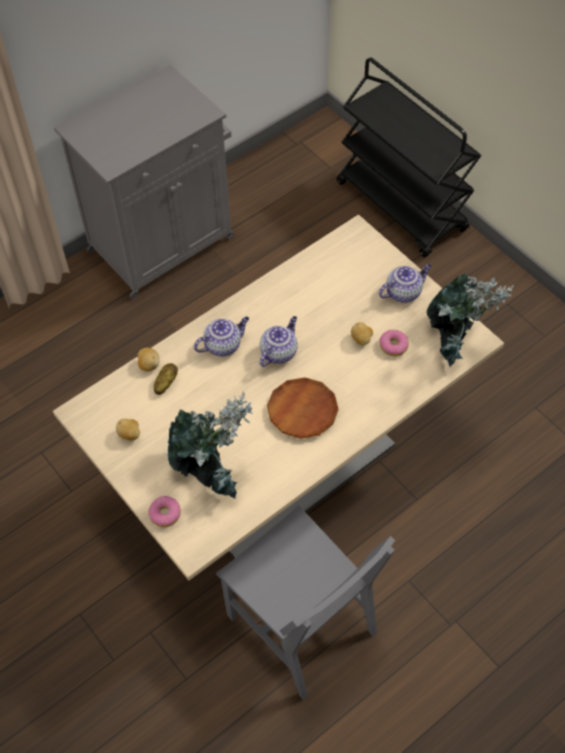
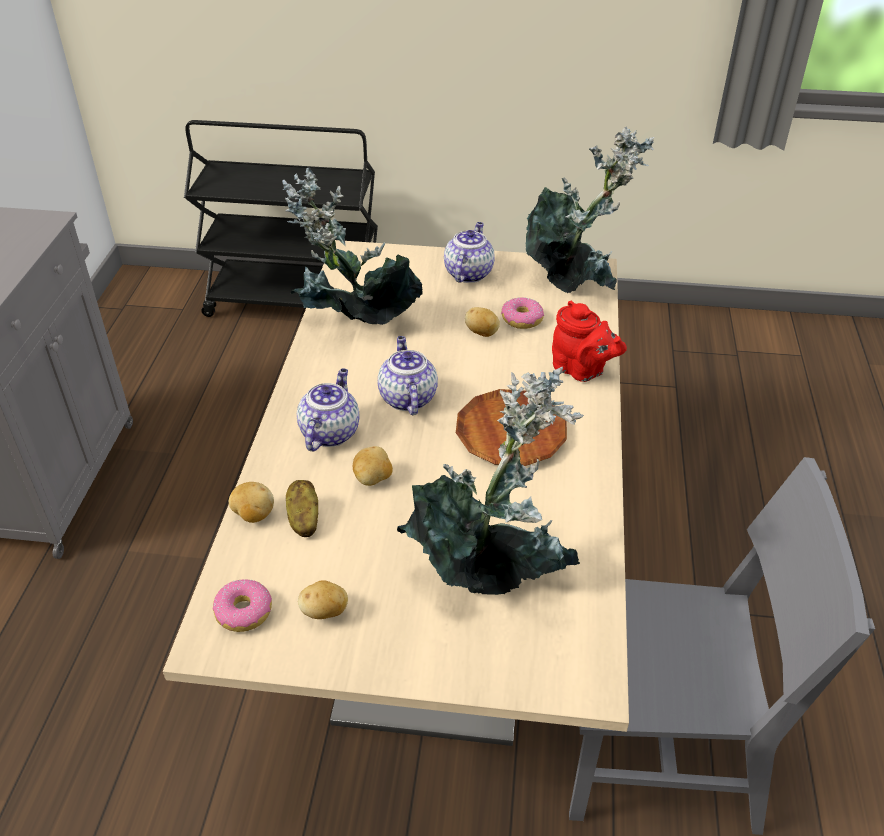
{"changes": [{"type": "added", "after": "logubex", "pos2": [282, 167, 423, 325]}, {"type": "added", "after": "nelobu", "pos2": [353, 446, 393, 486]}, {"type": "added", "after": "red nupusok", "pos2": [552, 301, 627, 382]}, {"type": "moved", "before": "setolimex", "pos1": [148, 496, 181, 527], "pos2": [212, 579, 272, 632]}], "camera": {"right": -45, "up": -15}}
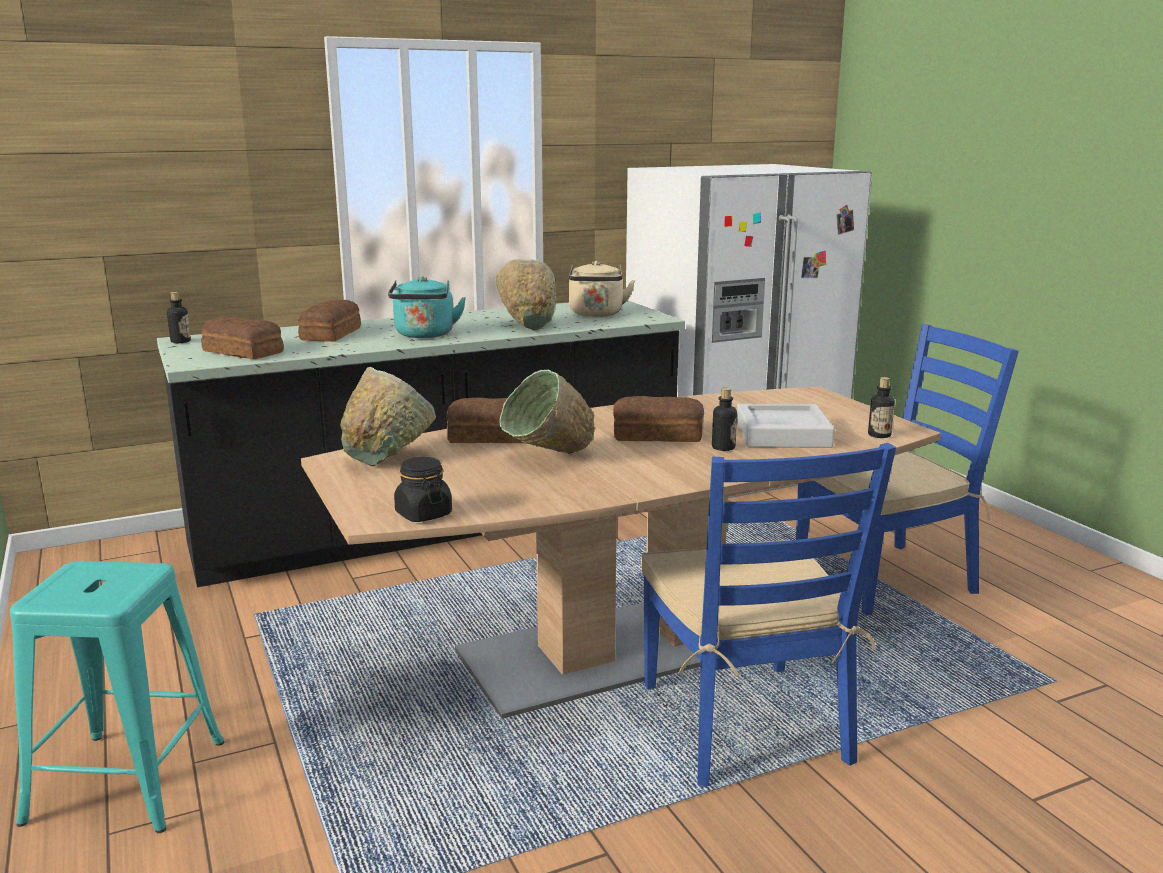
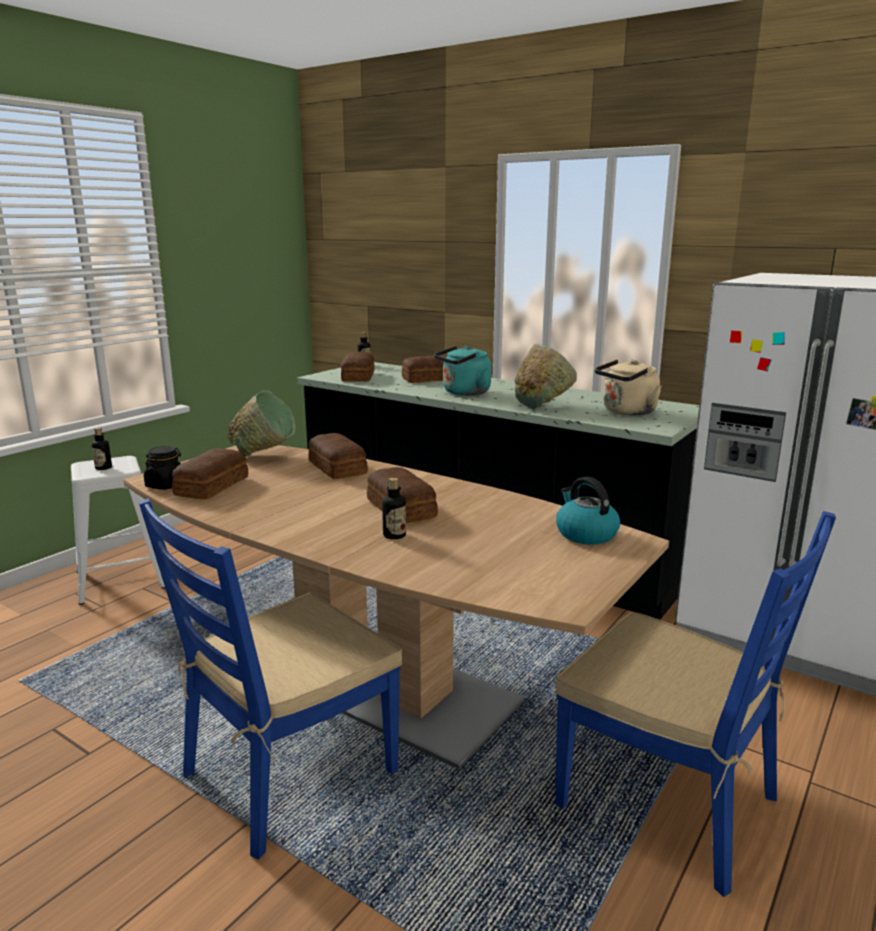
{"changes": [{"type": "removed", "before": "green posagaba", "pos1": [499, 370, 595, 454]}, {"type": "removed", "before": "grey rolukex", "pos1": [737, 404, 834, 448]}, {"type": "added", "after": "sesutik", "pos2": [172, 448, 248, 500]}, {"type": "added", "after": "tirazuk", "pos2": [556, 477, 620, 545]}, {"type": "moved", "before": "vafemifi", "pos1": [868, 377, 895, 438], "pos2": [92, 428, 112, 470]}, {"type": "recoloured", "before": "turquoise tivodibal", "after": "white tivodibal", "pos1": [10, 561, 225, 833], "pos2": [71, 456, 165, 605]}], "camera": {"right": 60, "up": 0}}
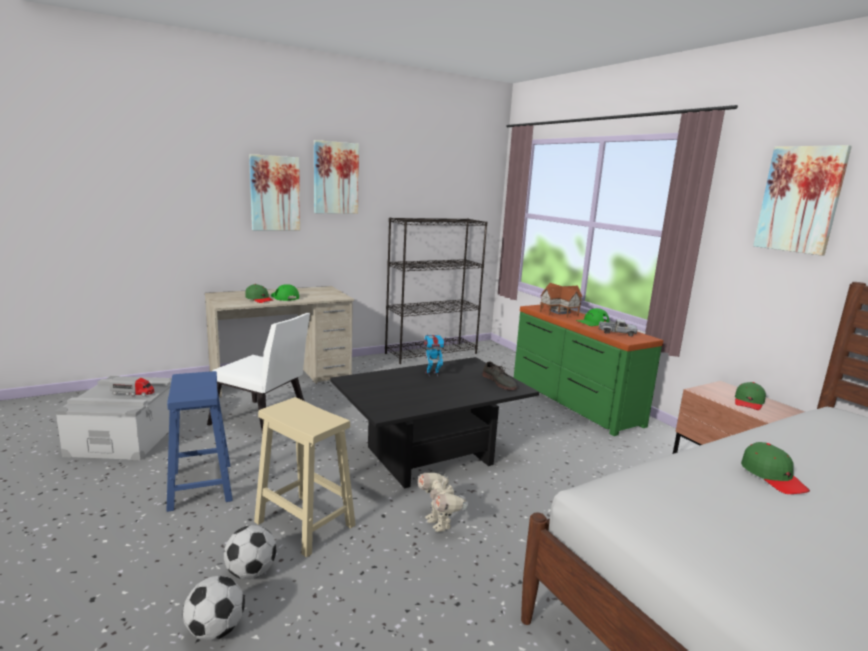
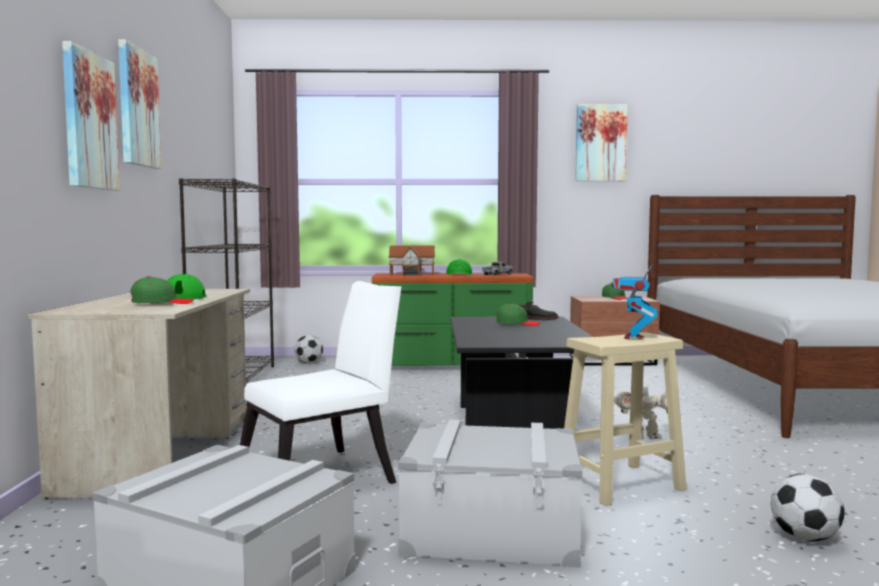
{"changes": [{"type": "removed", "before": "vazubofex", "pos1": [109, 377, 154, 397]}, {"type": "moved", "before": "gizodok", "pos1": [224, 525, 276, 579], "pos2": [294, 335, 323, 363]}, {"type": "moved", "before": "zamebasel", "pos1": [424, 333, 446, 377], "pos2": [611, 265, 658, 339]}, {"type": "moved", "before": "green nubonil", "pos1": [741, 442, 810, 494], "pos2": [496, 303, 541, 326]}, {"type": "replaced", "before": "blue tivodibal", "after": "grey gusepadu", "pos1": [166, 371, 233, 512], "pos2": [398, 420, 583, 567]}], "camera": {"right": -60, "up": -10}}
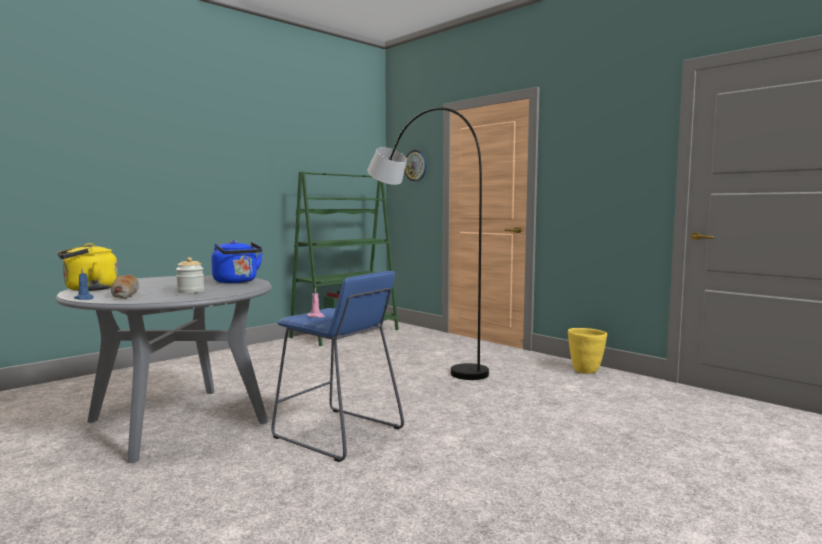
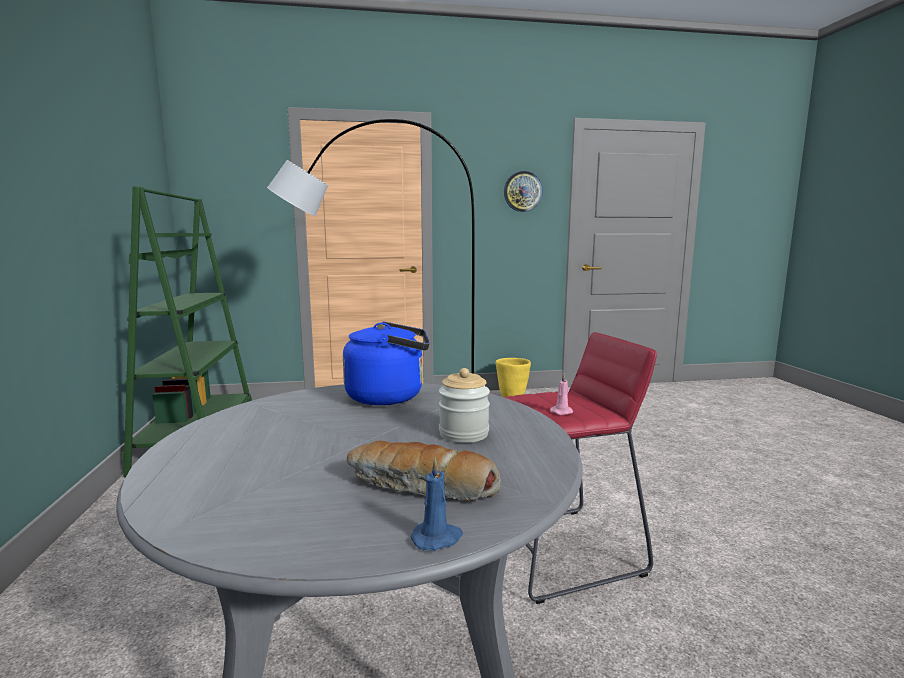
{"changes": [{"type": "removed", "before": "yellow tirazuk", "pos1": [57, 243, 118, 291]}, {"type": "moved", "before": "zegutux", "pos1": [404, 150, 427, 181], "pos2": [504, 171, 543, 212]}, {"type": "recoloured", "before": "blue tivodibal", "after": "red tivodibal", "pos1": [271, 271, 404, 462], "pos2": [504, 332, 657, 604]}], "camera": {"right": -55, "up": 5}}
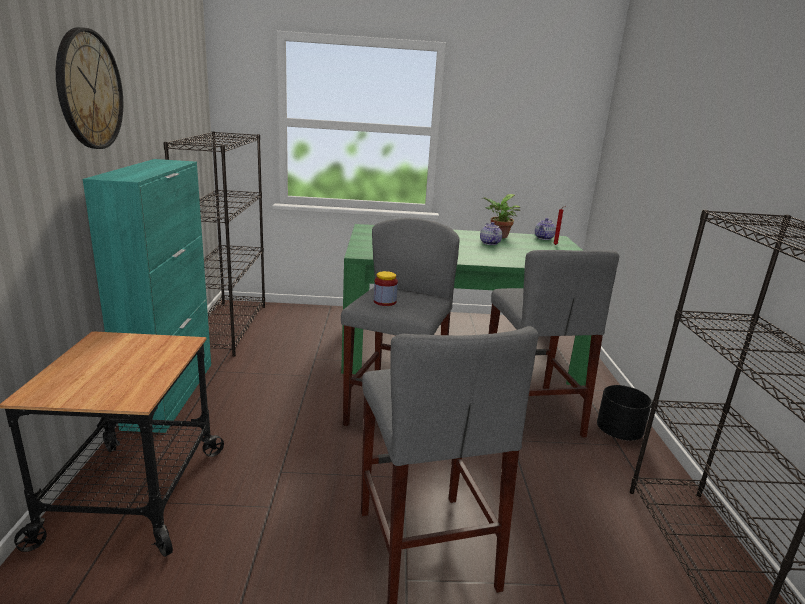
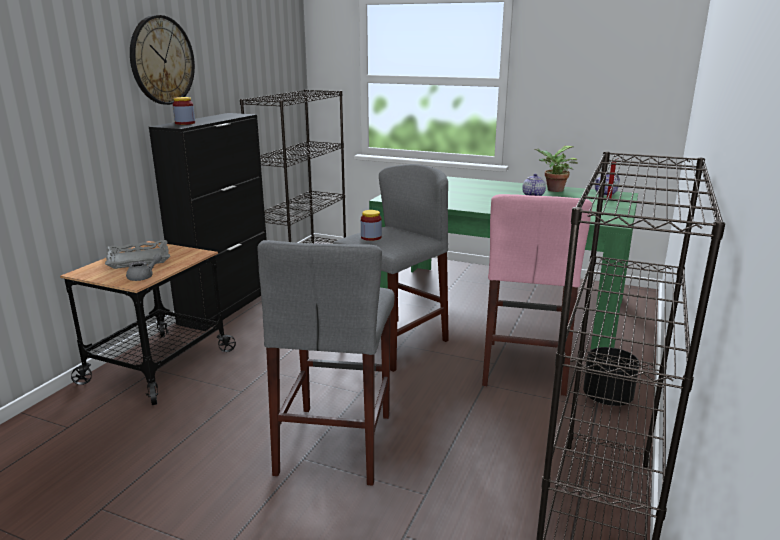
{"changes": [{"type": "added", "after": "grey rolukex", "pos2": [105, 240, 170, 269]}, {"type": "added", "after": "grey nupusok", "pos2": [126, 254, 162, 281]}, {"type": "added", "after": "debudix", "pos2": [173, 97, 195, 125]}, {"type": "recoloured", "before": "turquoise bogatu", "after": "black bogatu", "pos1": [83, 159, 211, 433], "pos2": [149, 113, 267, 331]}, {"type": "recoloured", "before": "grey tivodibal", "after": "pink tivodibal", "pos1": [489, 250, 619, 438], "pos2": [482, 194, 592, 396]}], "camera": {"right": 25, "up": 0}}
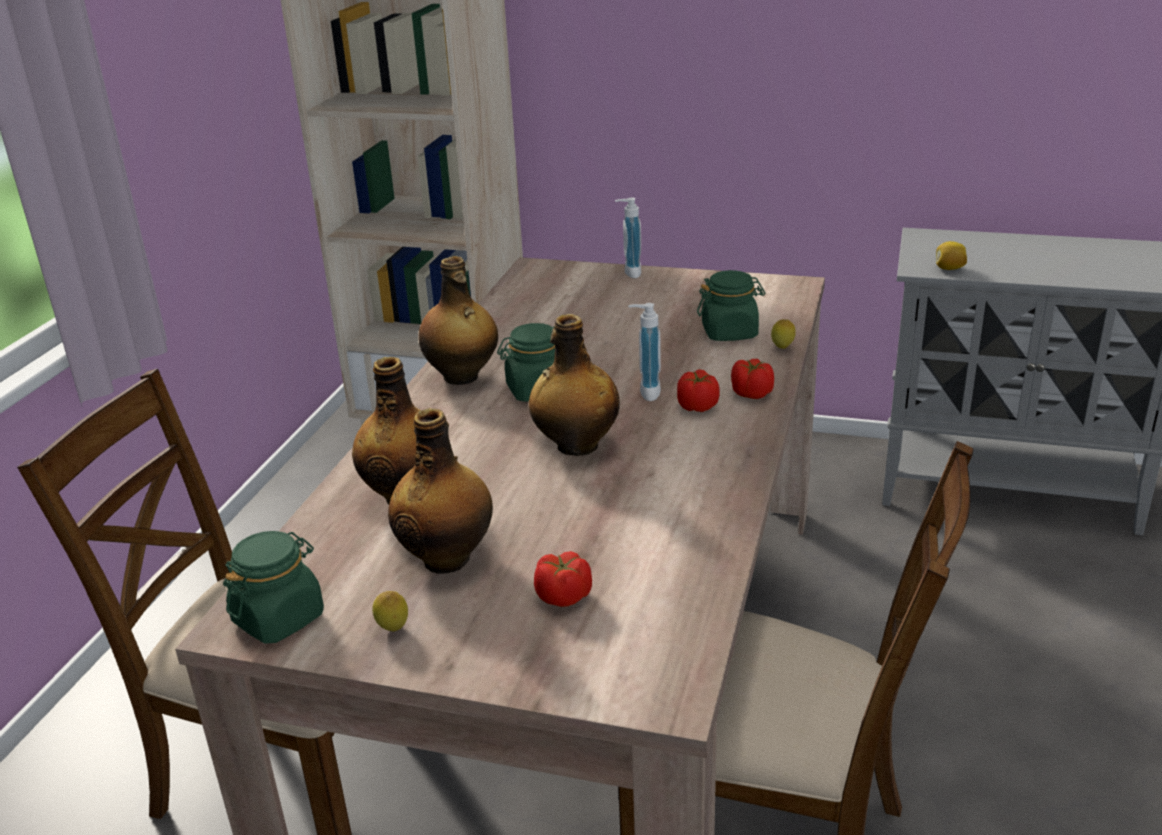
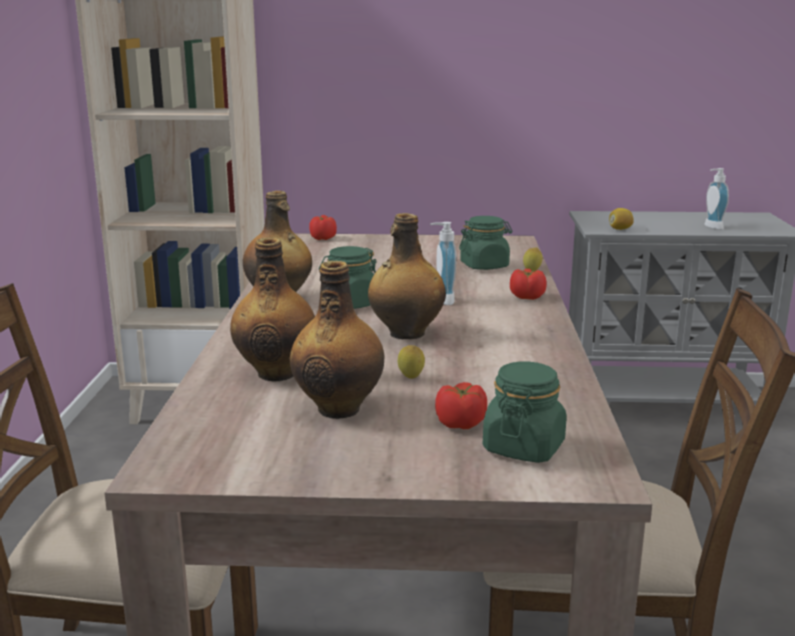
{"changes": [{"type": "moved", "before": "green debudix", "pos1": [223, 531, 324, 644], "pos2": [483, 362, 566, 463]}, {"type": "moved", "before": "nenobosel", "pos1": [372, 591, 408, 631], "pos2": [398, 345, 425, 379]}, {"type": "moved", "before": "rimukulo", "pos1": [615, 198, 641, 278], "pos2": [704, 168, 729, 230]}, {"type": "moved", "before": "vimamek", "pos1": [677, 369, 720, 412], "pos2": [309, 215, 337, 240]}], "camera": {"right": -15, "up": -10}}
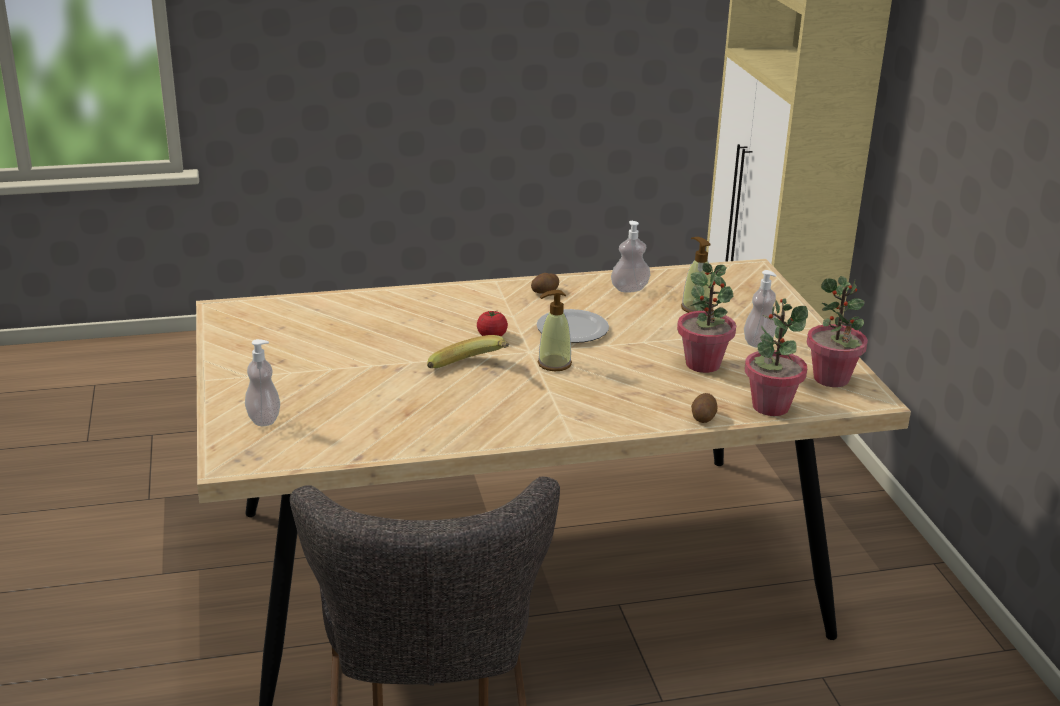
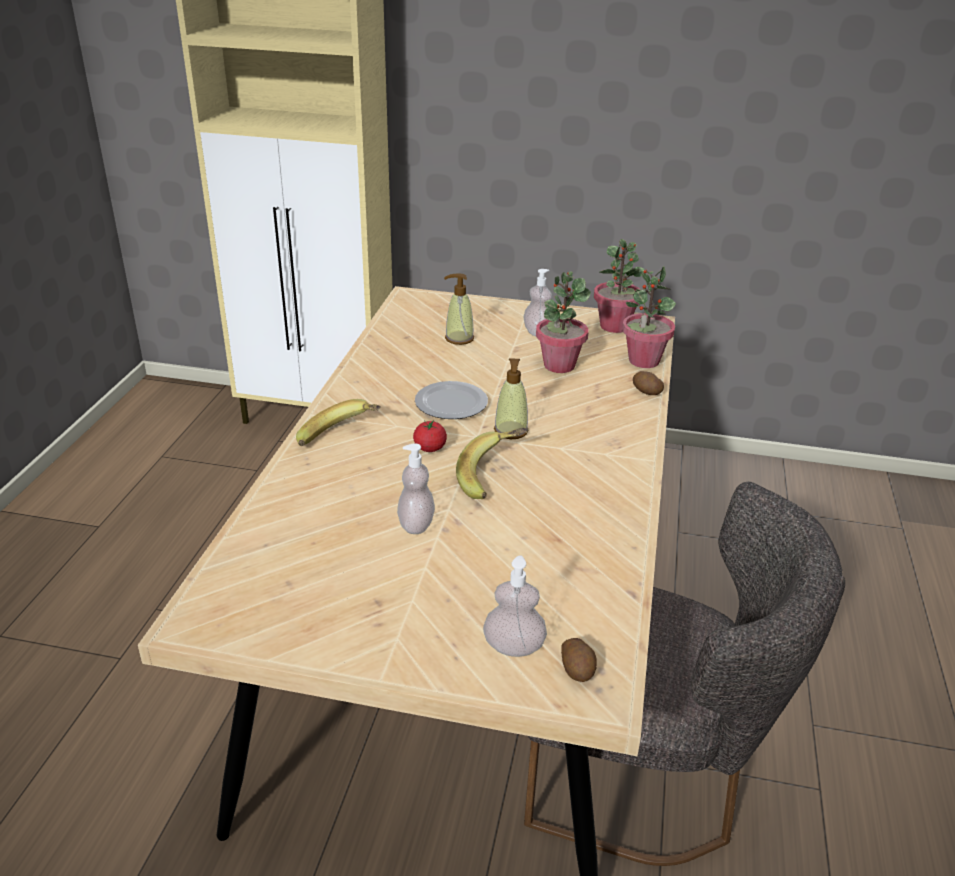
{"changes": [{"type": "added", "after": "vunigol", "pos2": [296, 399, 381, 446]}, {"type": "moved", "before": "nelobu", "pos1": [531, 273, 559, 293], "pos2": [561, 638, 597, 682]}, {"type": "moved", "before": "rimukulo", "pos1": [611, 221, 651, 292], "pos2": [397, 443, 435, 534]}], "camera": {"right": -65, "up": 5}}
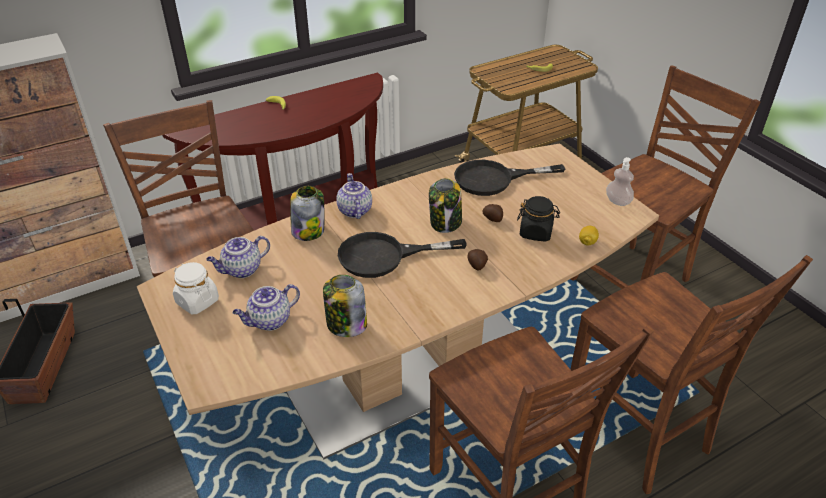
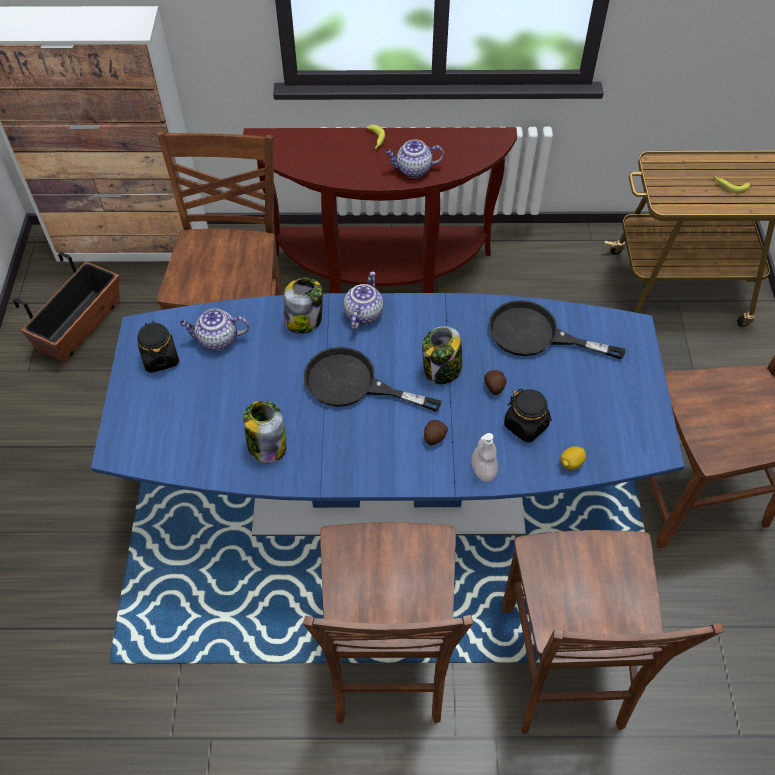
{"changes": [{"type": "moved", "before": "nupusok", "pos1": [233, 284, 300, 331], "pos2": [385, 139, 444, 178]}, {"type": "moved", "before": "rimukulo", "pos1": [606, 157, 634, 206], "pos2": [471, 433, 498, 482]}, {"type": "recoloured", "before": "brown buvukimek", "after": "blue buvukimek", "pos1": [137, 144, 659, 459], "pos2": [91, 293, 684, 536]}, {"type": "recoloured", "before": "white debudix", "after": "black debudix", "pos1": [173, 262, 219, 314], "pos2": [137, 321, 179, 373]}], "camera": {"right": 30, "up": 15}}
